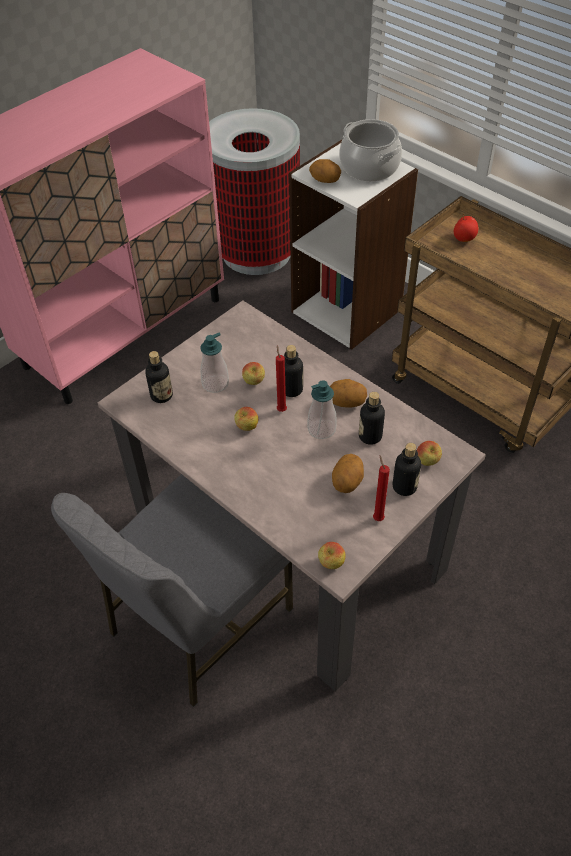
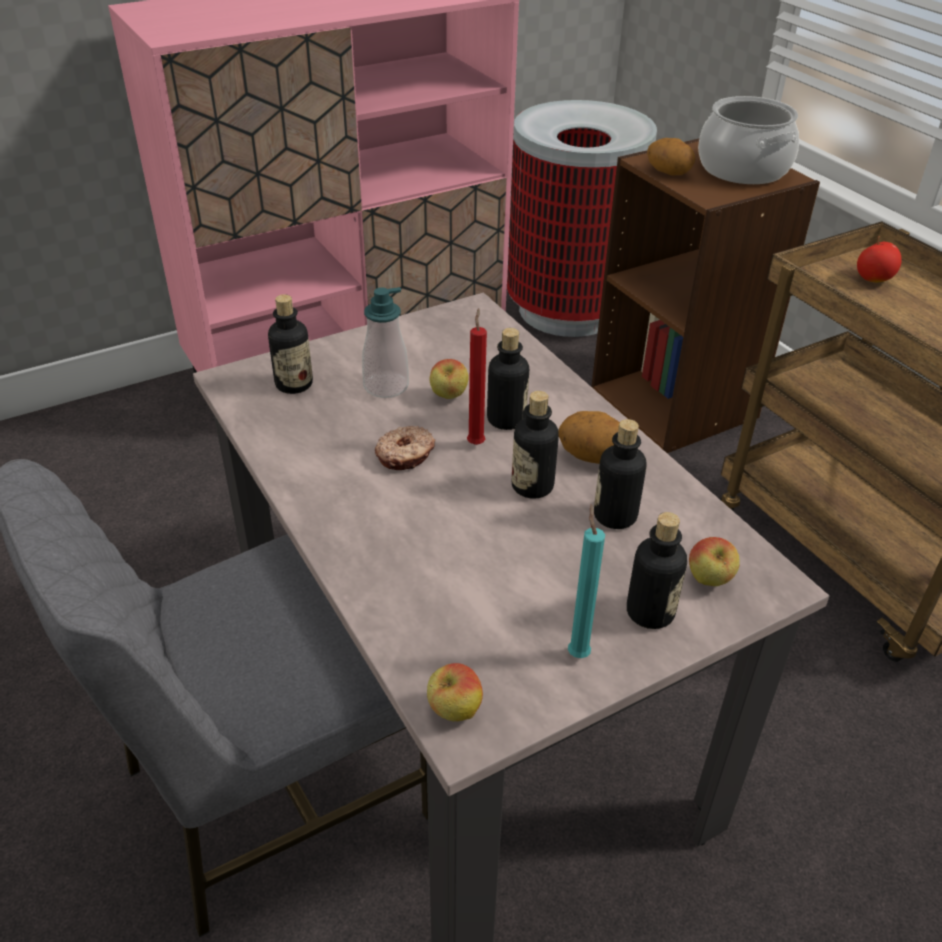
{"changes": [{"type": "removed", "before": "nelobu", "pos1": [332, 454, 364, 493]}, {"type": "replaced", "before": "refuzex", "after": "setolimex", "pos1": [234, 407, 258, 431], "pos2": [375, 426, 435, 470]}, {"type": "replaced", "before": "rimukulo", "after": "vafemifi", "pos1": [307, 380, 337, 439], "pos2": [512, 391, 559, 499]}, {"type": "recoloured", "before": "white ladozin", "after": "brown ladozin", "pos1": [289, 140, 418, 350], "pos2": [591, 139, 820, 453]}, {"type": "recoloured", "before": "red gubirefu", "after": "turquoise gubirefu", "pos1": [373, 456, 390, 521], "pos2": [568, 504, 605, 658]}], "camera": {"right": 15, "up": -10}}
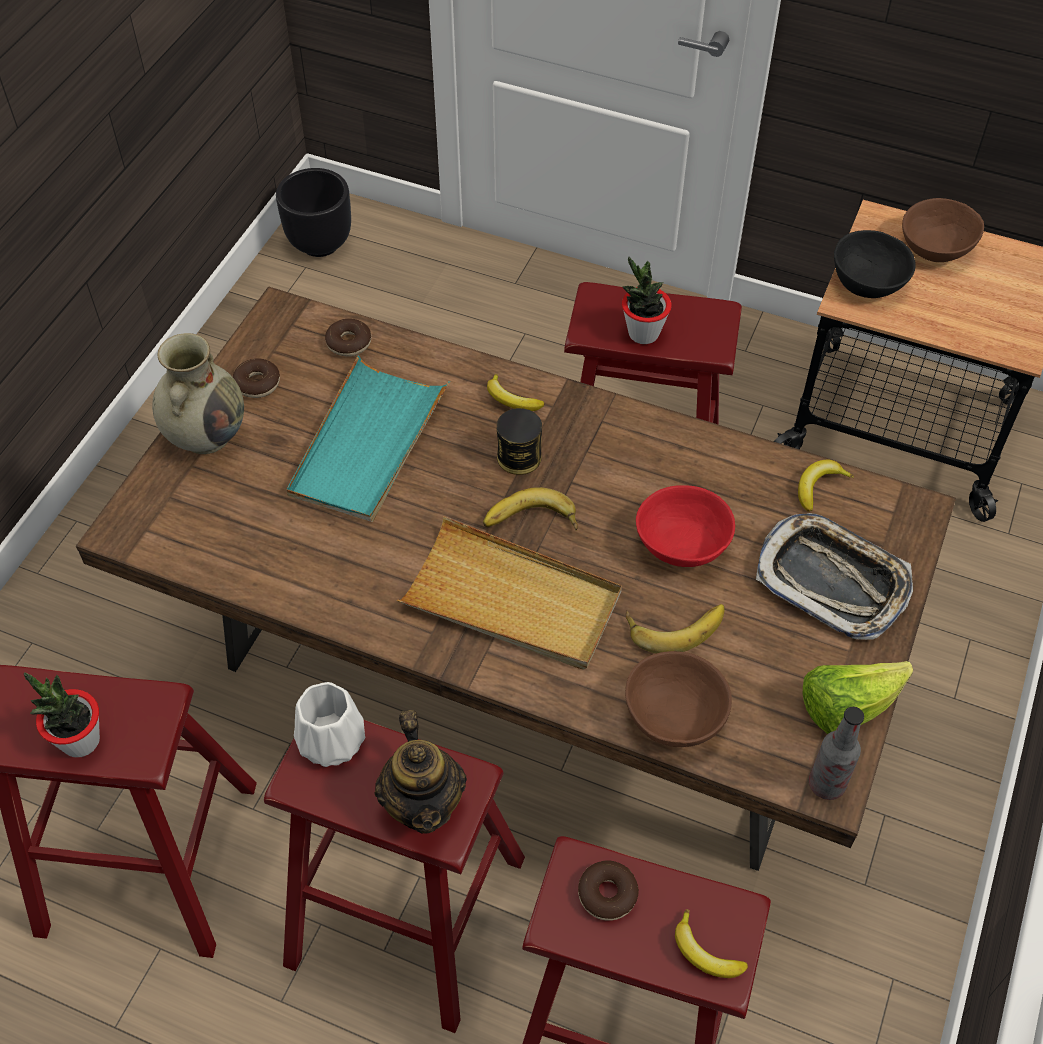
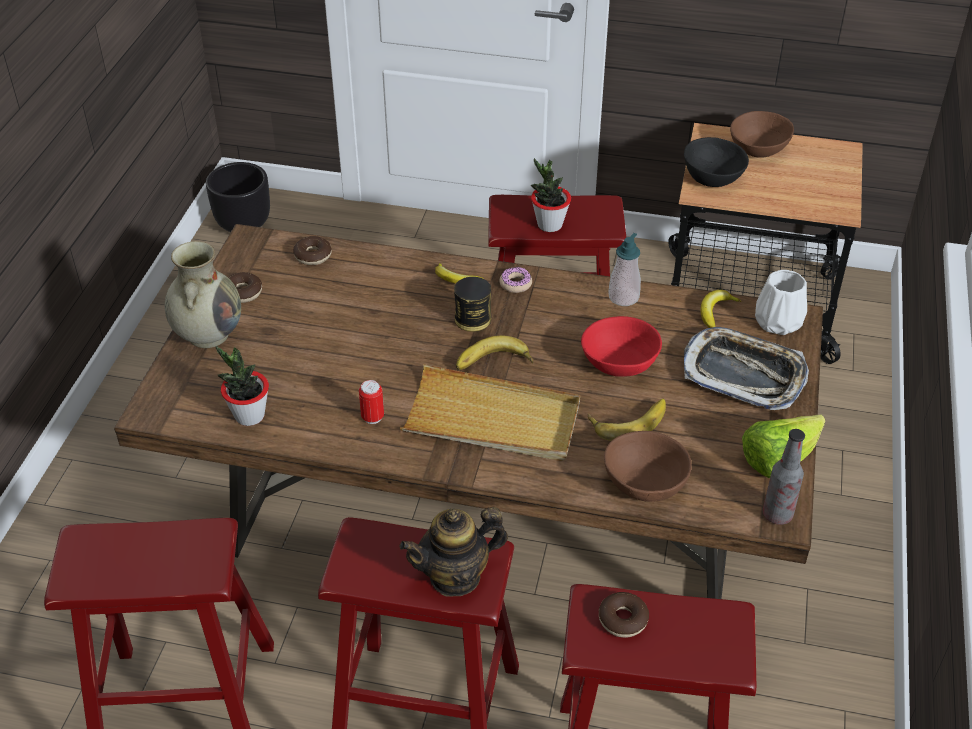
{"changes": [{"type": "removed", "before": "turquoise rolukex", "pos1": [287, 356, 450, 522]}, {"type": "removed", "before": "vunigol", "pos1": [675, 909, 748, 978]}, {"type": "added", "after": "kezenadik", "pos2": [359, 380, 384, 424]}, {"type": "added", "after": "setolimex", "pos2": [499, 267, 532, 293]}, {"type": "added", "after": "rimukulo", "pos2": [608, 233, 641, 306]}, {"type": "moved", "before": "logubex", "pos1": [24, 672, 100, 757], "pos2": [216, 346, 269, 426]}, {"type": "moved", "before": "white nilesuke", "pos1": [294, 682, 365, 767], "pos2": [755, 270, 807, 335]}, {"type": "turned", "before": "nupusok", "pos1": [375, 710, 467, 833], "pos2": [400, 507, 508, 597], "turn": 90}], "camera": {"right": -10, "up": -10}}
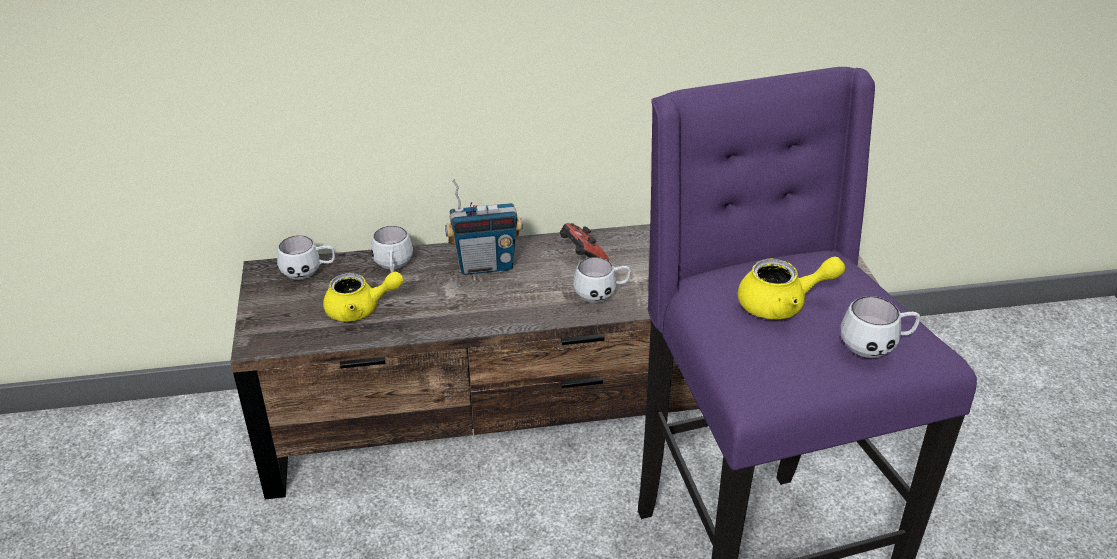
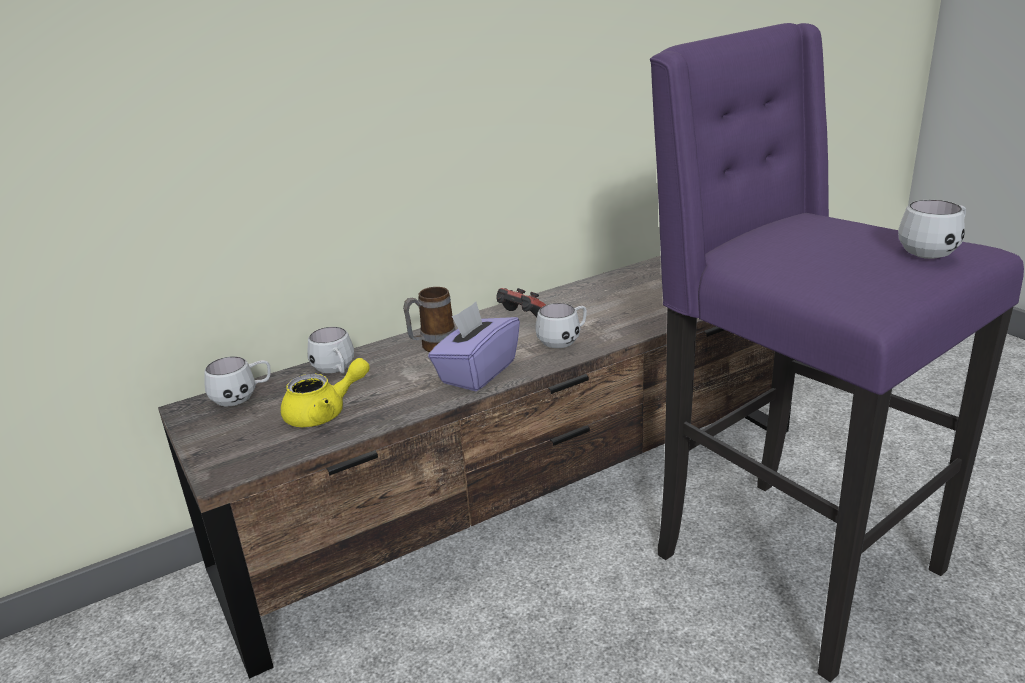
{"changes": [{"type": "removed", "before": "yellow nupusok", "pos1": [738, 257, 845, 319]}, {"type": "added", "after": "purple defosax", "pos2": [428, 302, 520, 392]}, {"type": "replaced", "before": "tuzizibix", "after": "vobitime", "pos1": [445, 178, 523, 275], "pos2": [403, 287, 455, 352]}], "camera": {"right": -20, "up": -10}}
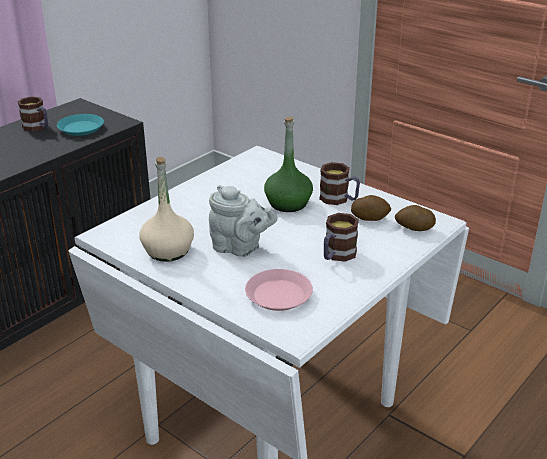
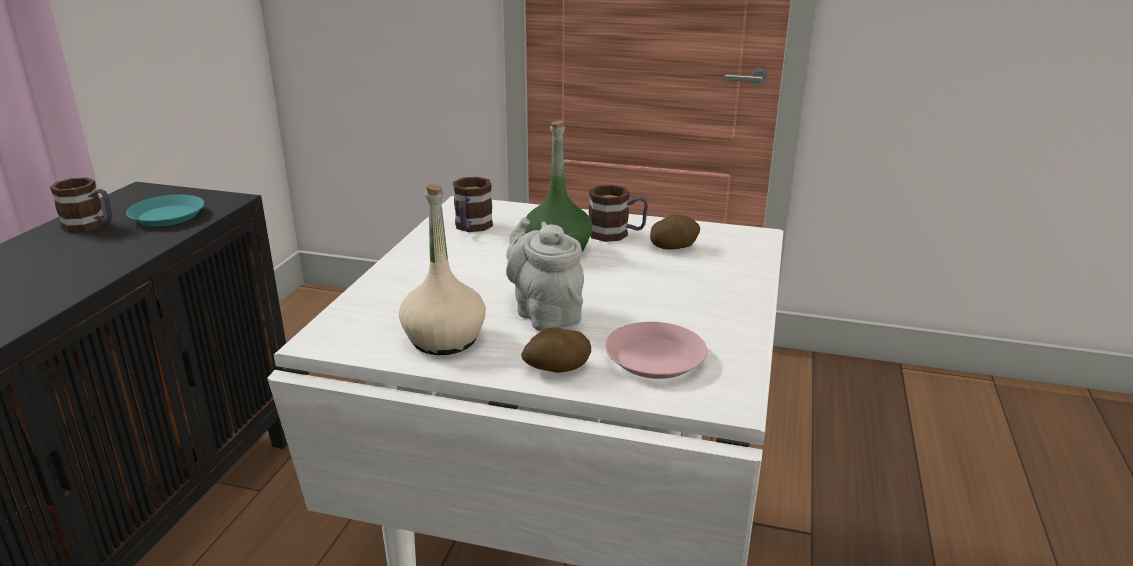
{"changes": [{"type": "moved", "before": "vobitime", "pos1": [324, 213, 359, 262], "pos2": [453, 177, 493, 232]}, {"type": "moved", "before": "nelobu", "pos1": [395, 205, 436, 231], "pos2": [521, 327, 591, 373]}, {"type": "turned", "before": "grey nupusok", "pos1": [209, 185, 278, 257], "pos2": [506, 217, 584, 331], "turn": -120}], "camera": {"right": -25, "up": -5}}
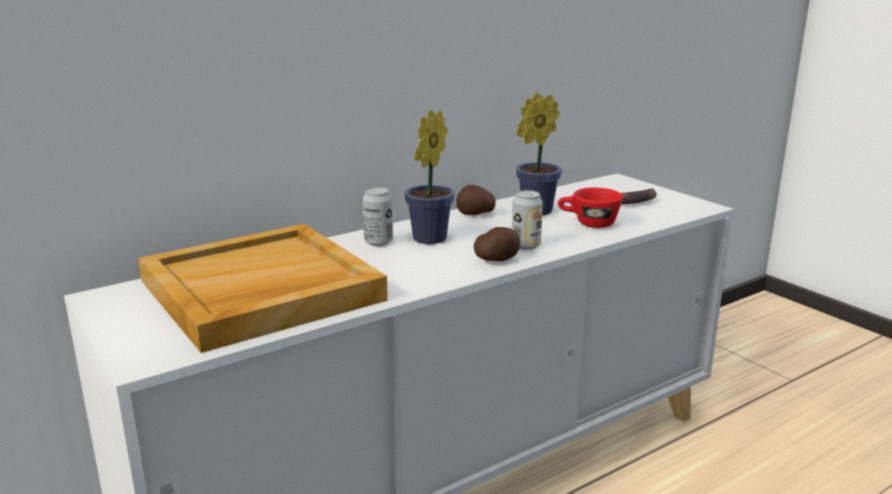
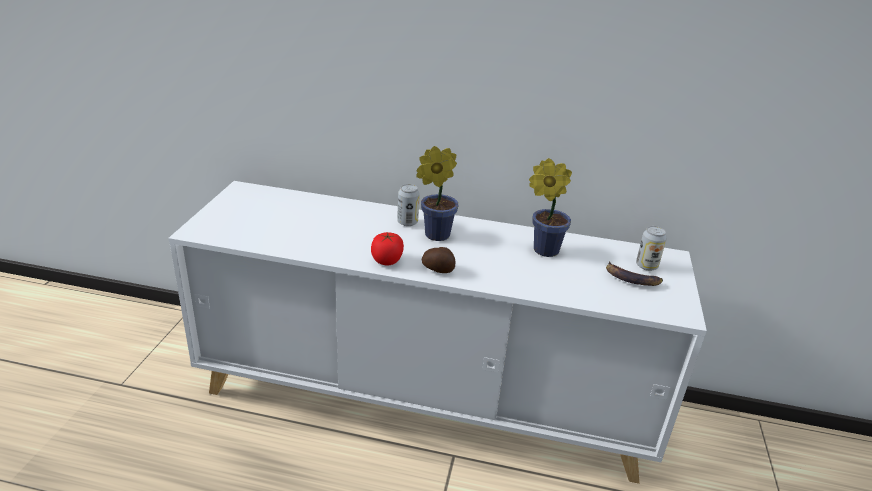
{"changes": [{"type": "removed", "before": "beige rolukex", "pos1": [138, 224, 388, 353]}, {"type": "removed", "before": "nelobu", "pos1": [456, 185, 496, 215]}, {"type": "removed", "before": "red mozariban", "pos1": [558, 188, 623, 228]}, {"type": "added", "after": "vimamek", "pos2": [371, 232, 404, 265]}, {"type": "moved", "before": "kezenadik", "pos1": [512, 190, 543, 250], "pos2": [636, 226, 667, 271]}], "camera": {"right": 45, "up": 10}}
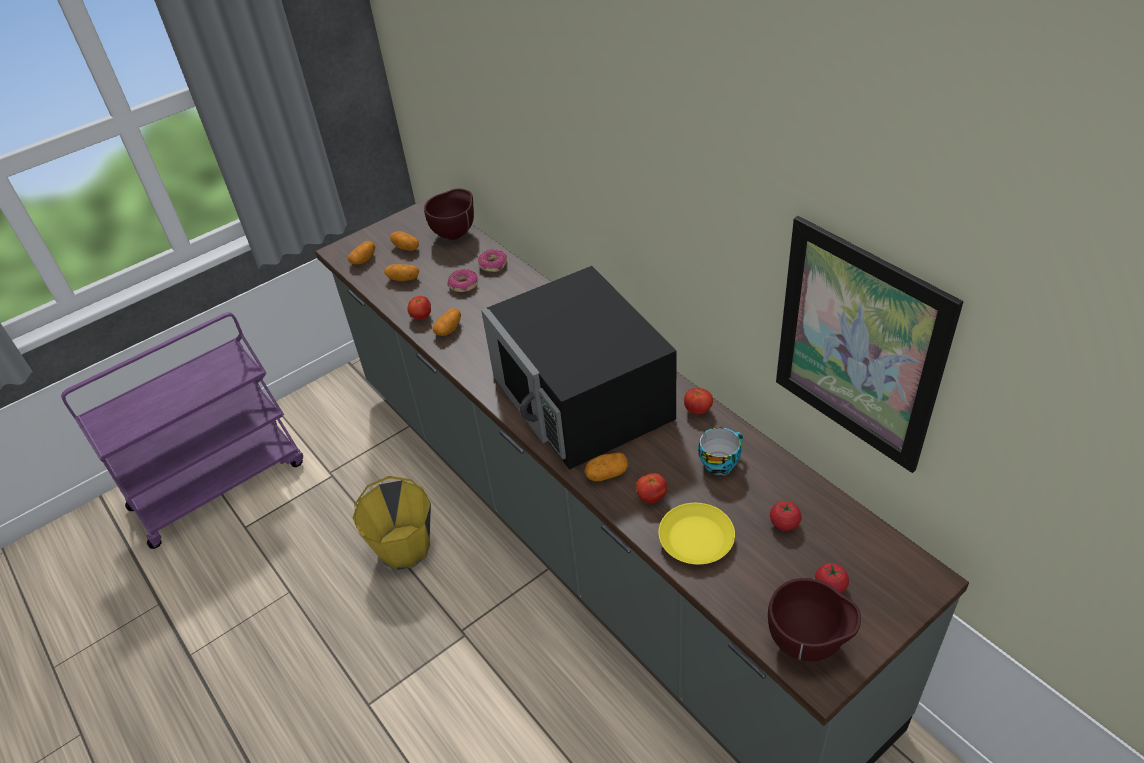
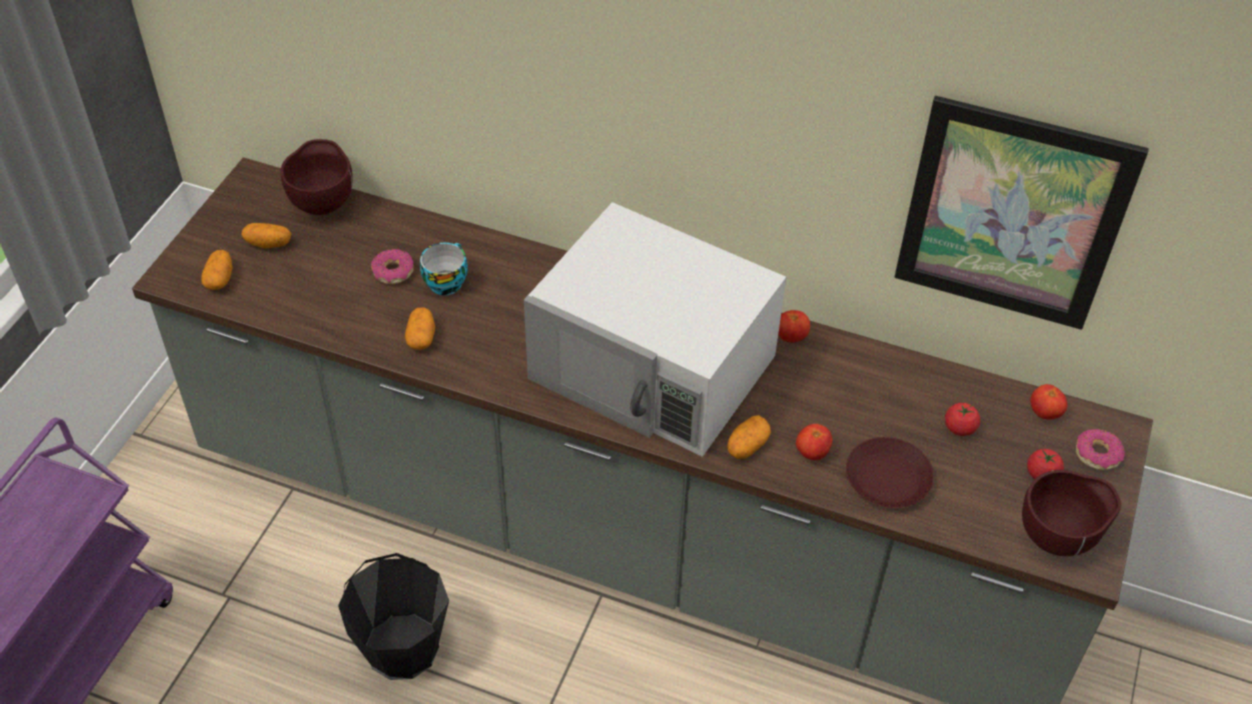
{"changes": [{"type": "removed", "before": "nelobu", "pos1": [384, 264, 419, 281]}, {"type": "moved", "before": "vimamek", "pos1": [408, 296, 431, 320], "pos2": [1030, 384, 1067, 420]}, {"type": "moved", "before": "setolimex", "pos1": [478, 249, 507, 272], "pos2": [1076, 429, 1125, 470]}, {"type": "moved", "before": "mozariban", "pos1": [698, 427, 743, 475], "pos2": [420, 243, 468, 295]}, {"type": "recoloured", "before": "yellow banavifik", "after": "black banavifik", "pos1": [353, 476, 431, 570], "pos2": [338, 553, 449, 680]}, {"type": "recoloured", "before": "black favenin", "after": "white favenin", "pos1": [481, 266, 676, 470], "pos2": [524, 202, 786, 457]}, {"type": "recoloured", "before": "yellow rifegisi", "after": "brown rifegisi", "pos1": [659, 503, 735, 564], "pos2": [846, 437, 934, 508]}], "camera": {"right": -35, "up": 5}}
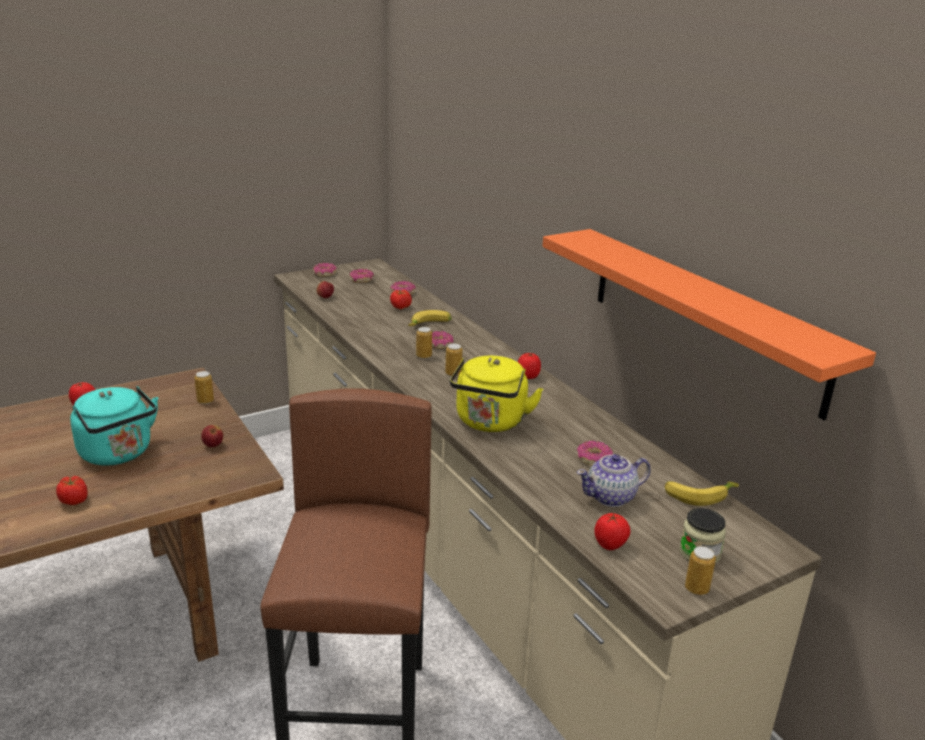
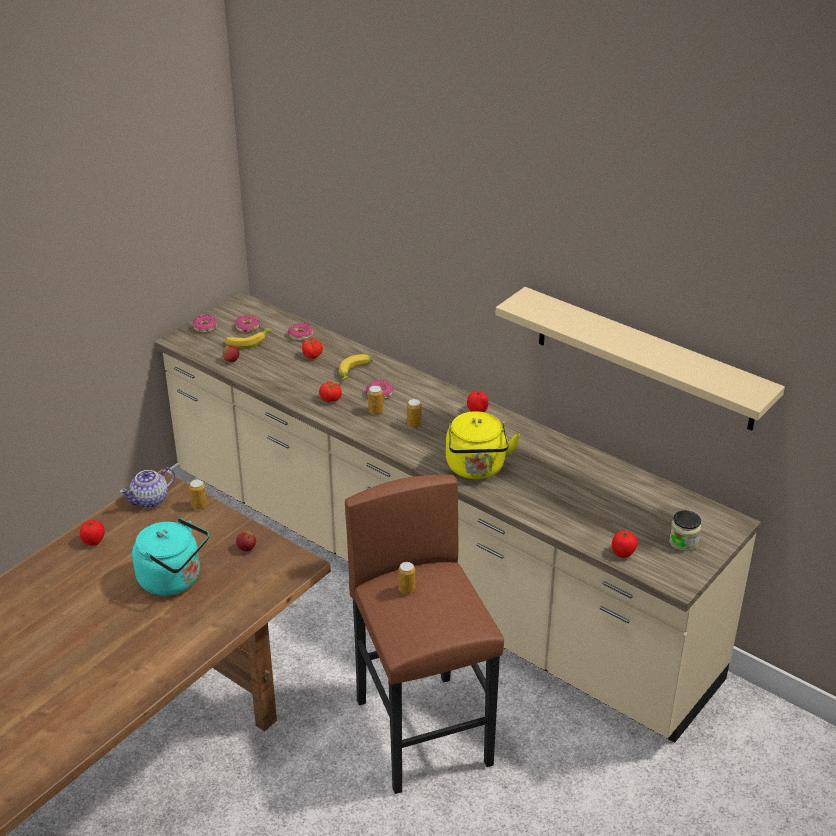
{"changes": [{"type": "removed", "before": "setolimex", "pos1": [576, 440, 613, 466]}, {"type": "moved", "before": "vimamek", "pos1": [56, 476, 88, 505], "pos2": [319, 382, 342, 402]}, {"type": "moved", "before": "nupusok", "pos1": [577, 454, 651, 507], "pos2": [120, 467, 175, 508]}, {"type": "moved", "before": "vunigol", "pos1": [665, 481, 739, 506], "pos2": [225, 328, 272, 349]}, {"type": "moved", "before": "kezenadik", "pos1": [685, 546, 716, 595], "pos2": [398, 562, 415, 594]}, {"type": "recoloured", "before": "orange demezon", "after": "beige demezon", "pos1": [543, 229, 876, 420], "pos2": [495, 287, 785, 431]}], "camera": {"right": -20, "up": 10}}
